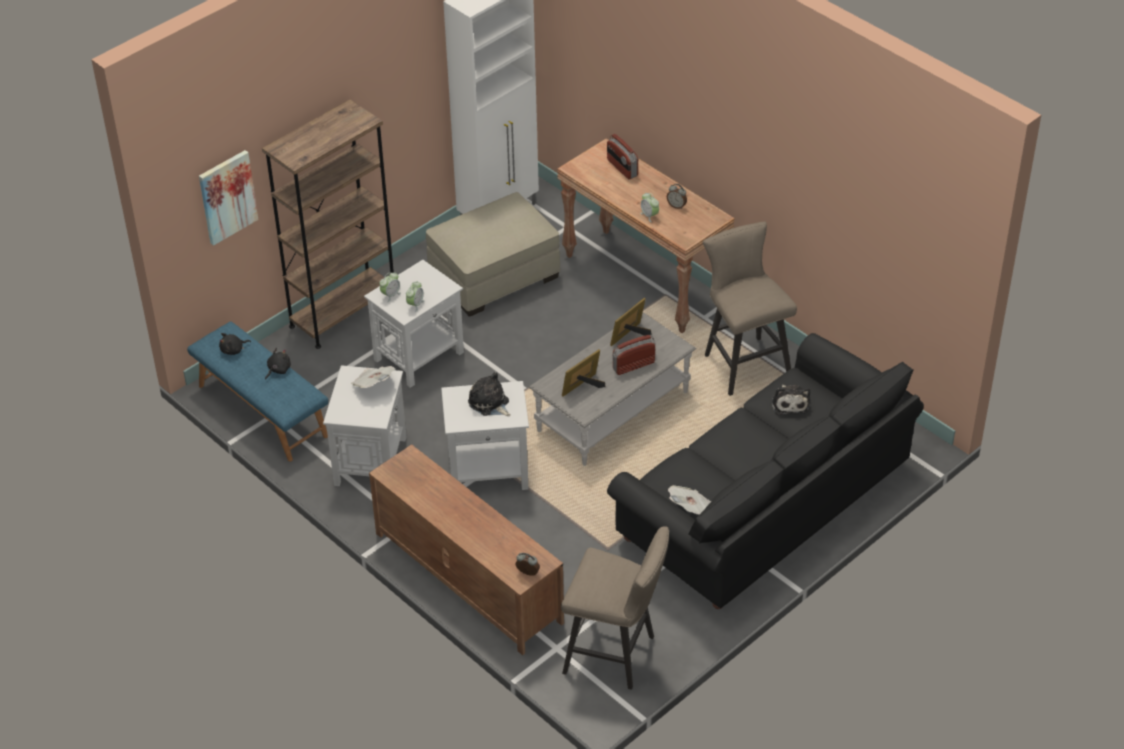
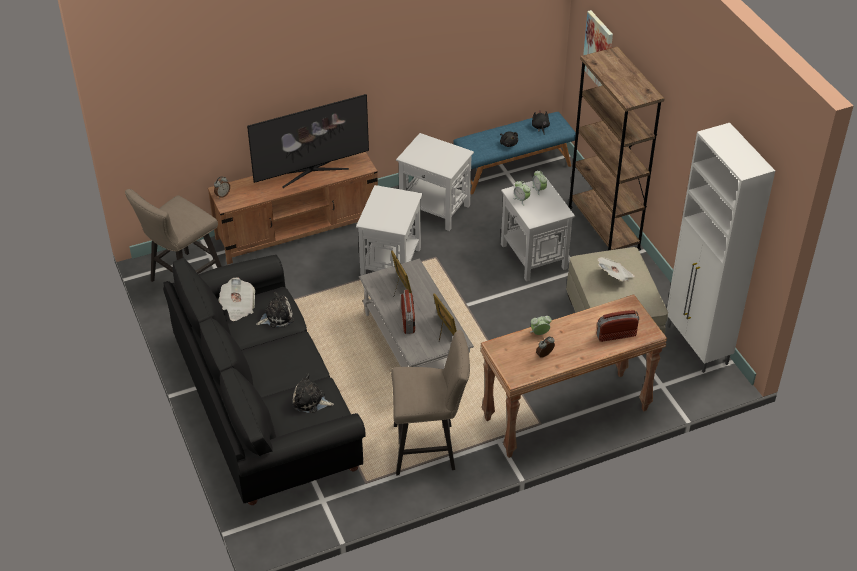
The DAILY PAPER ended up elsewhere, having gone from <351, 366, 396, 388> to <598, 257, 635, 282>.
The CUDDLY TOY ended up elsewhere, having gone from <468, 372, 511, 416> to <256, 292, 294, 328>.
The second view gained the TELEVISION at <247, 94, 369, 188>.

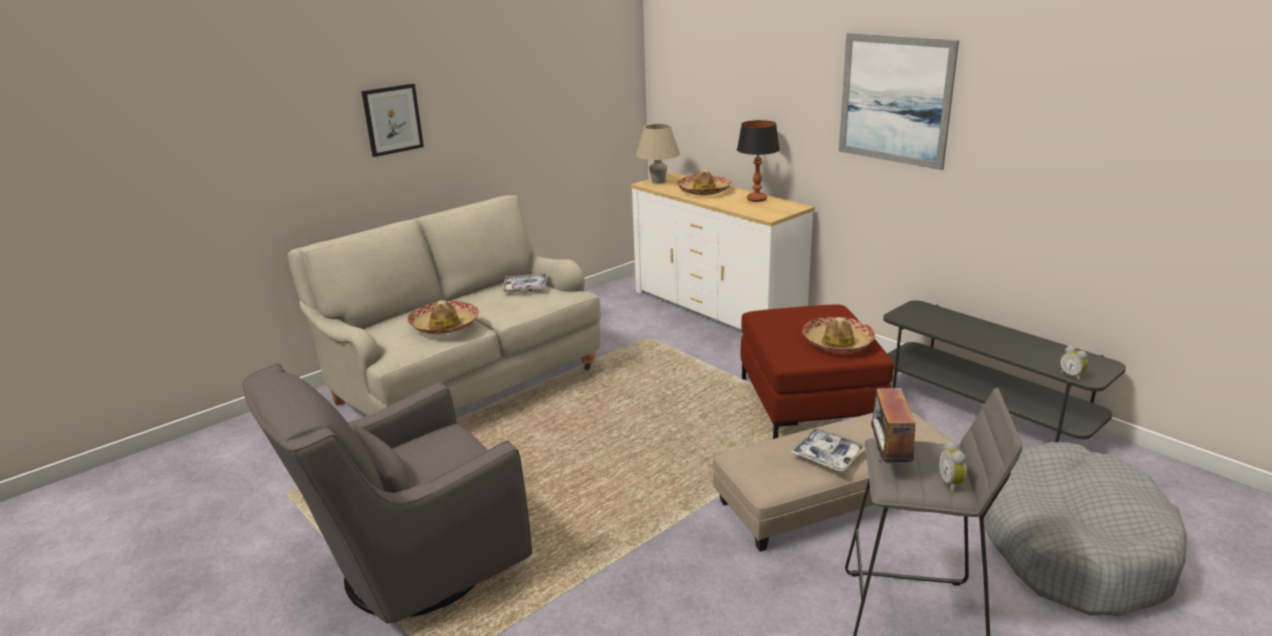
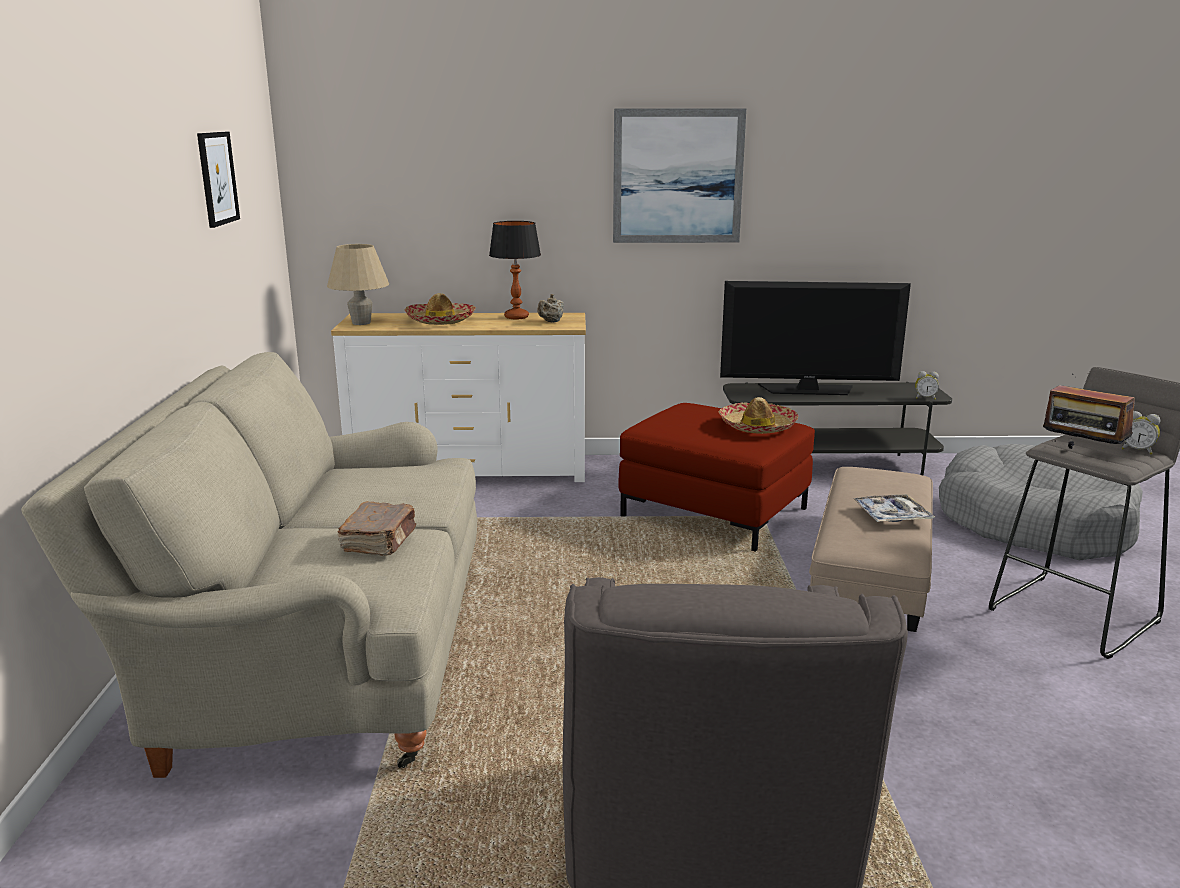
The WALL ART ended up elsewhere, having gone from <361, 84, 424, 157> to <197, 132, 240, 228>.
The second view lost the SERVING TRAY at <501, 274, 548, 292>.
Where the HAT stood at <407, 300, 479, 334>, the BROWN VOLUME came to stand at <338, 501, 416, 556>.
The second view gained the TELEVISION at <720, 281, 911, 395>.
The second view gained the BEIGE-COLOURED TEA POT at <537, 294, 564, 322>.

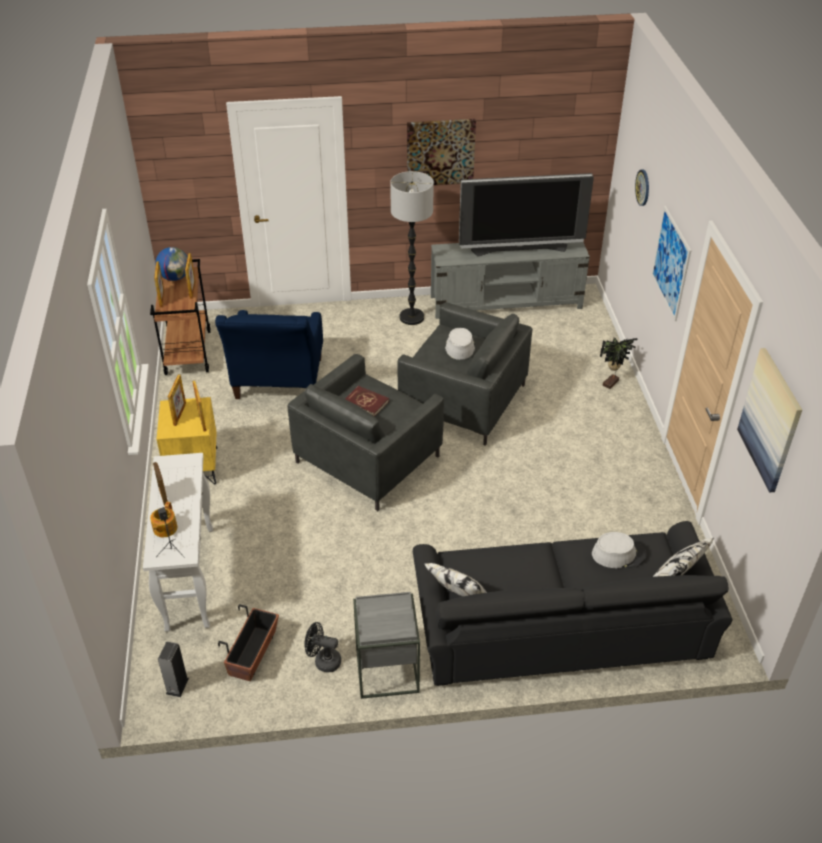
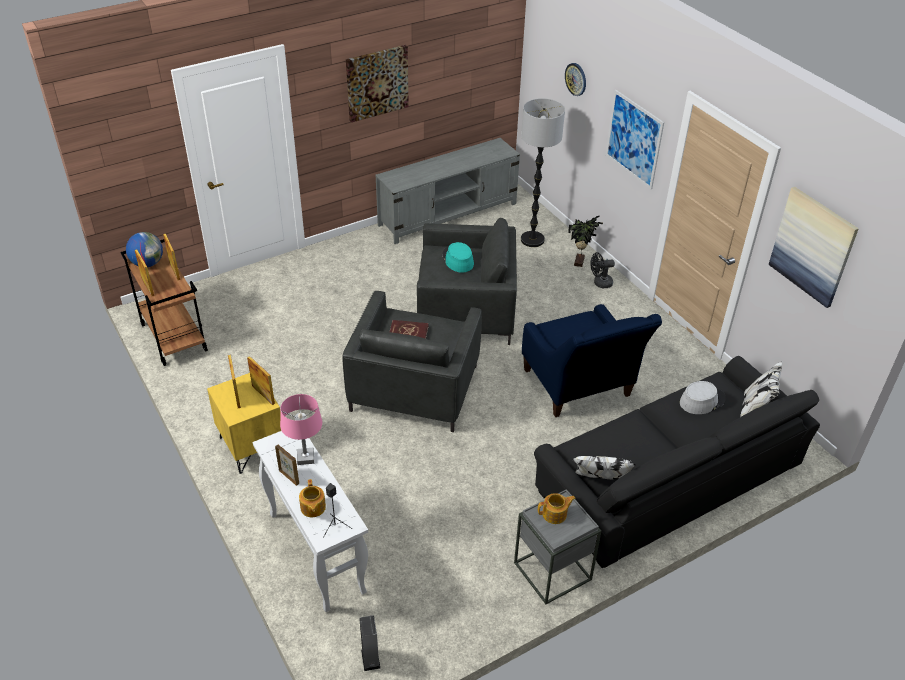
The FLOOR LAMP ended up elsewhere, having gone from <390, 171, 434, 325> to <521, 98, 565, 247>.
The second view lost the TELEVISION at <459, 173, 594, 256>.
The BLUE-COLOURED EASY CHAIR ended up elsewhere, having gone from <215, 310, 323, 399> to <522, 304, 662, 417>.
What was the GREY HAT at <445, 328, 475, 360> turned into the TURQUOISE HAT at <442, 242, 474, 273>.
The second view lost the FLOWER POT at <218, 604, 279, 681>.
The BLACK COOLING FAN ended up elsewhere, having gone from <304, 622, 341, 672> to <590, 252, 615, 288>.
The second view gained the PINK TABLETOP LAMP at <280, 394, 322, 465>.
The second view gained the TEA POT at <538, 493, 576, 524>.

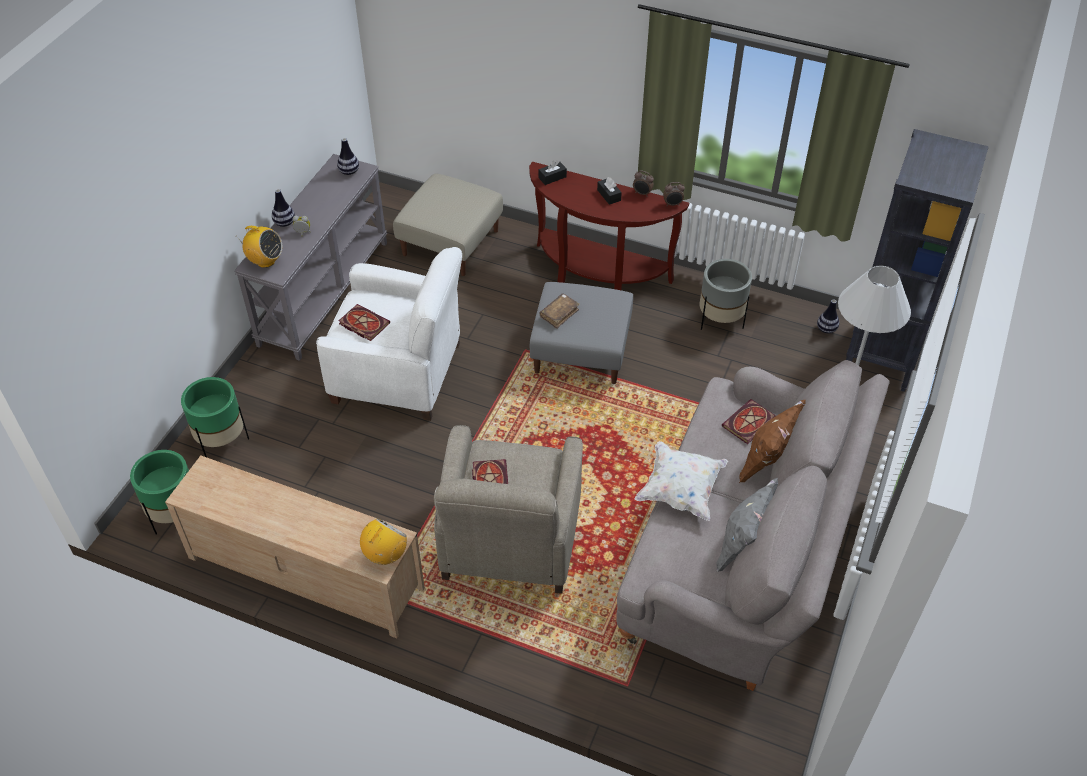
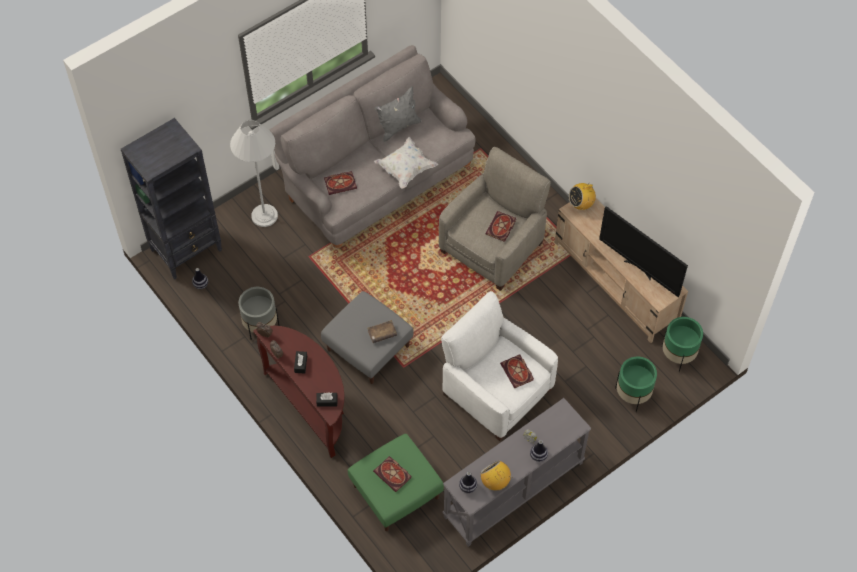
What was the BEIGE-COLOURED OTTOMAN at <393, 174, 503, 276> turned into the GREENISH OTTOMAN at <348, 434, 444, 531>.
The RADIO SET ended up elsewhere, having gone from <236, 226, 282, 268> to <481, 460, 511, 491>.
The second view lost the BROWN PILLOW at <739, 399, 806, 483>.
The second view gained the TELEVISION at <599, 206, 688, 297>.
The second view gained the VOLUME at <373, 456, 412, 492>.

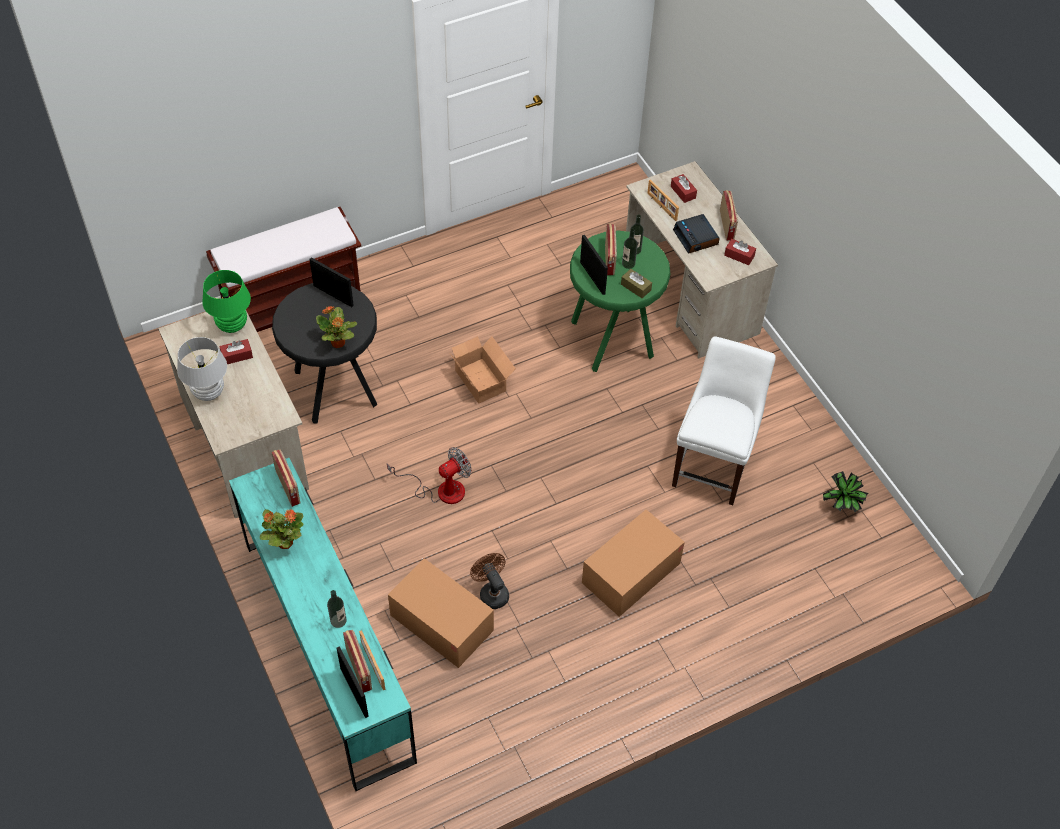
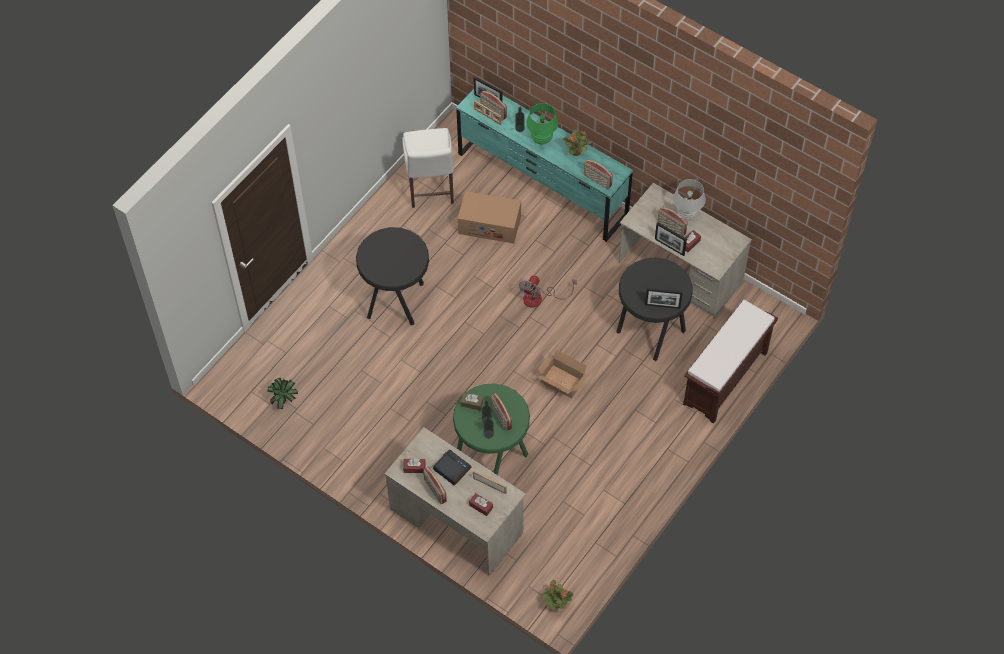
The STANDING FRAME ended up elsewhere, having gone from <580, 235, 608, 295> to <655, 222, 687, 256>.
The GREENISH TABLETOP LAMP ended up elsewhere, having gone from <202, 270, 251, 333> to <526, 103, 558, 144>.
The HOUSEPLANT ended up elsewhere, having gone from <316, 306, 357, 348> to <542, 580, 574, 610>.
The WHITE CHAIR ended up elsewhere, having gone from <672, 336, 776, 505> to <403, 128, 454, 208>.
Where the CARTON stood at <582, 509, 685, 617>, the BLACK STOOL SEAT came to stand at <356, 227, 429, 325>.
The second view lost the BROWN COOLING FAN at <470, 553, 509, 609>.
The second view gained the RADIO SET at <658, 206, 688, 236>.

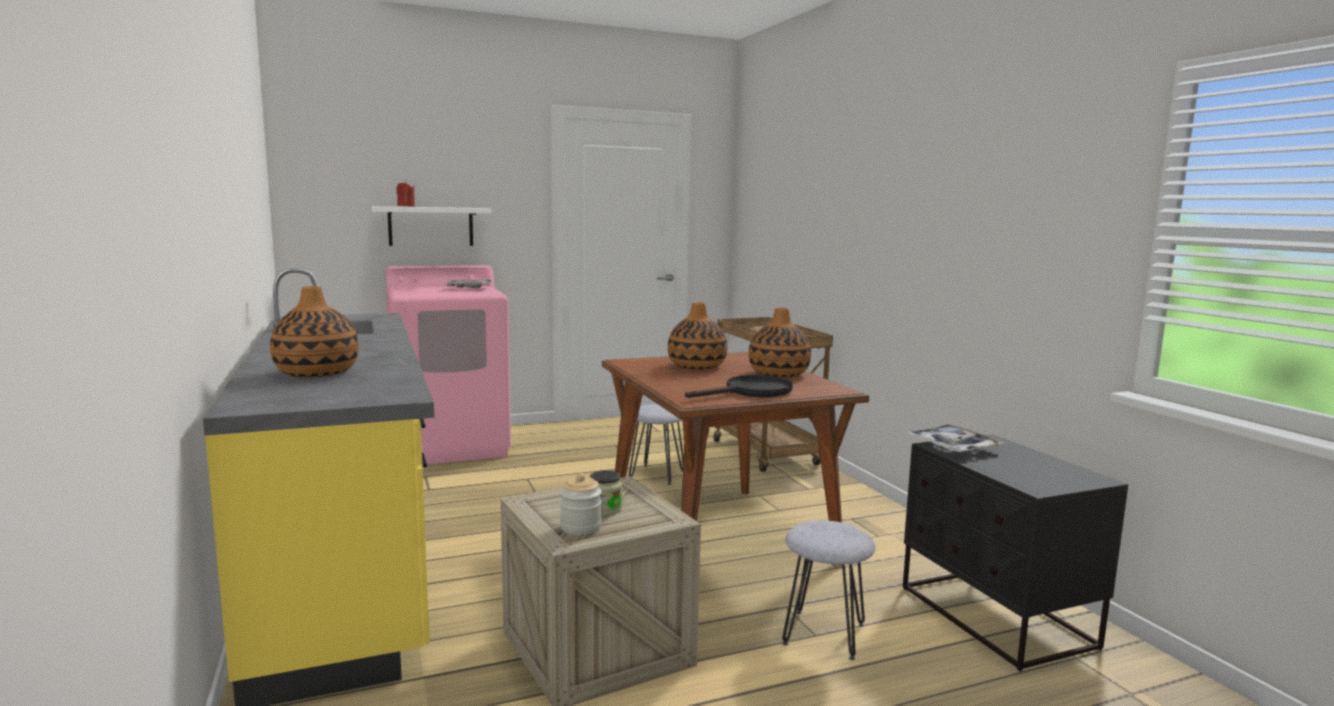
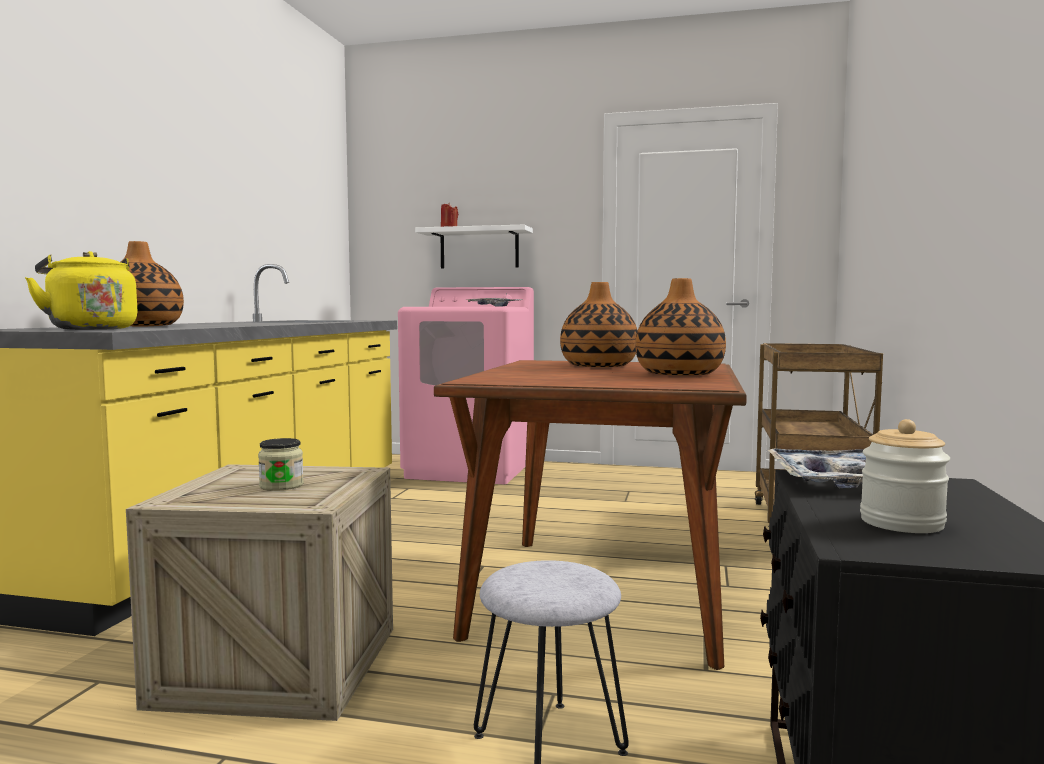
The second view lost the BLACK SKILLET at <685, 375, 793, 398>.
The second view lost the GREY STOOL SEAT at <629, 404, 684, 485>.
The STORAGE JAR ended up elsewhere, having gone from <560, 473, 602, 535> to <860, 419, 950, 533>.
The second view gained the YELLOW KETTLE at <25, 251, 138, 330>.

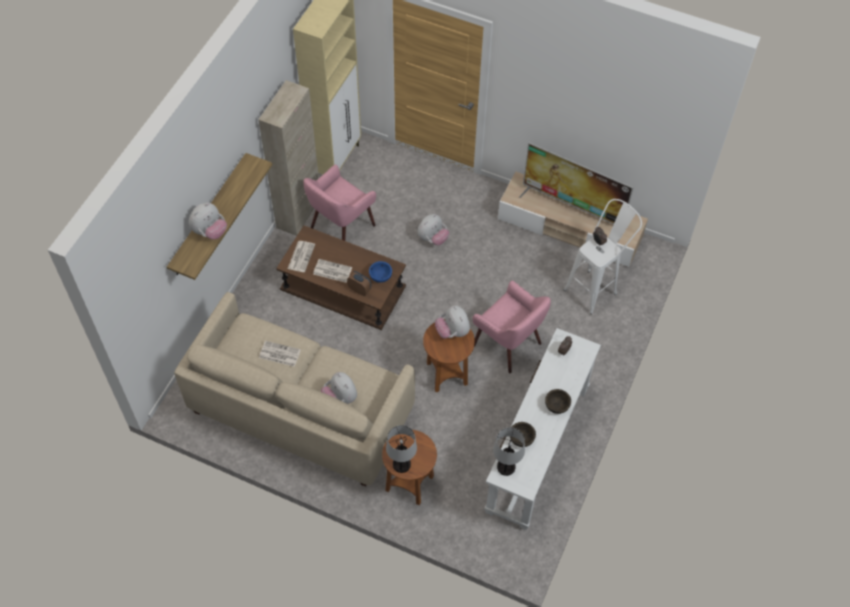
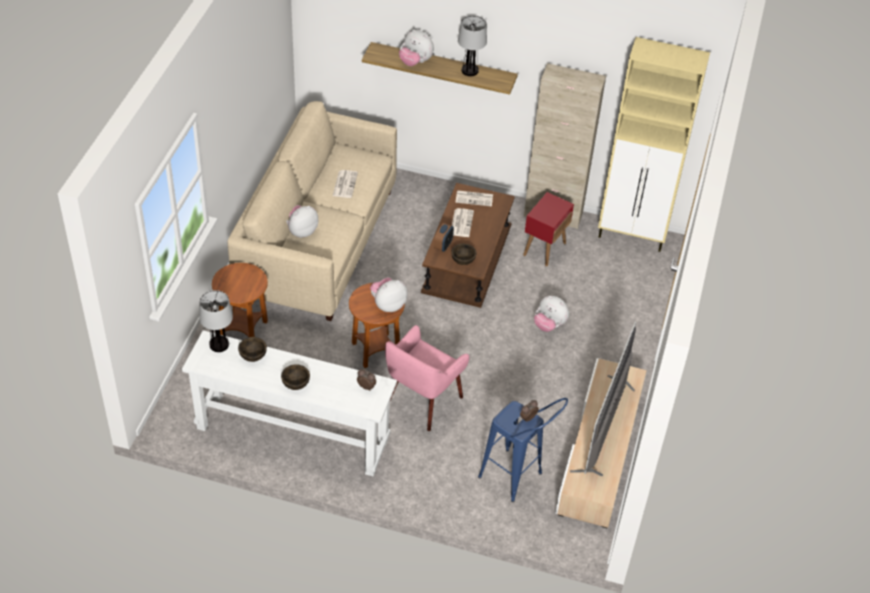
Where the PINK EASY CHAIR stood at <303, 164, 376, 241>, the RED-COLOURED SIDE TABLE came to stand at <523, 192, 574, 267>.
What was the WHITE STOOL SEAT at <564, 199, 642, 314> turned into the BLUE-COLOURED STOOL SEAT at <478, 398, 568, 502>.
What was the BLUE-COLOURED SERVING BOWL at <369, 261, 392, 283> turned into the BROWN SERVING BOWL at <451, 244, 477, 265>.
The TABLETOP LAMP ended up elsewhere, having gone from <386, 425, 417, 473> to <458, 16, 487, 76>.

